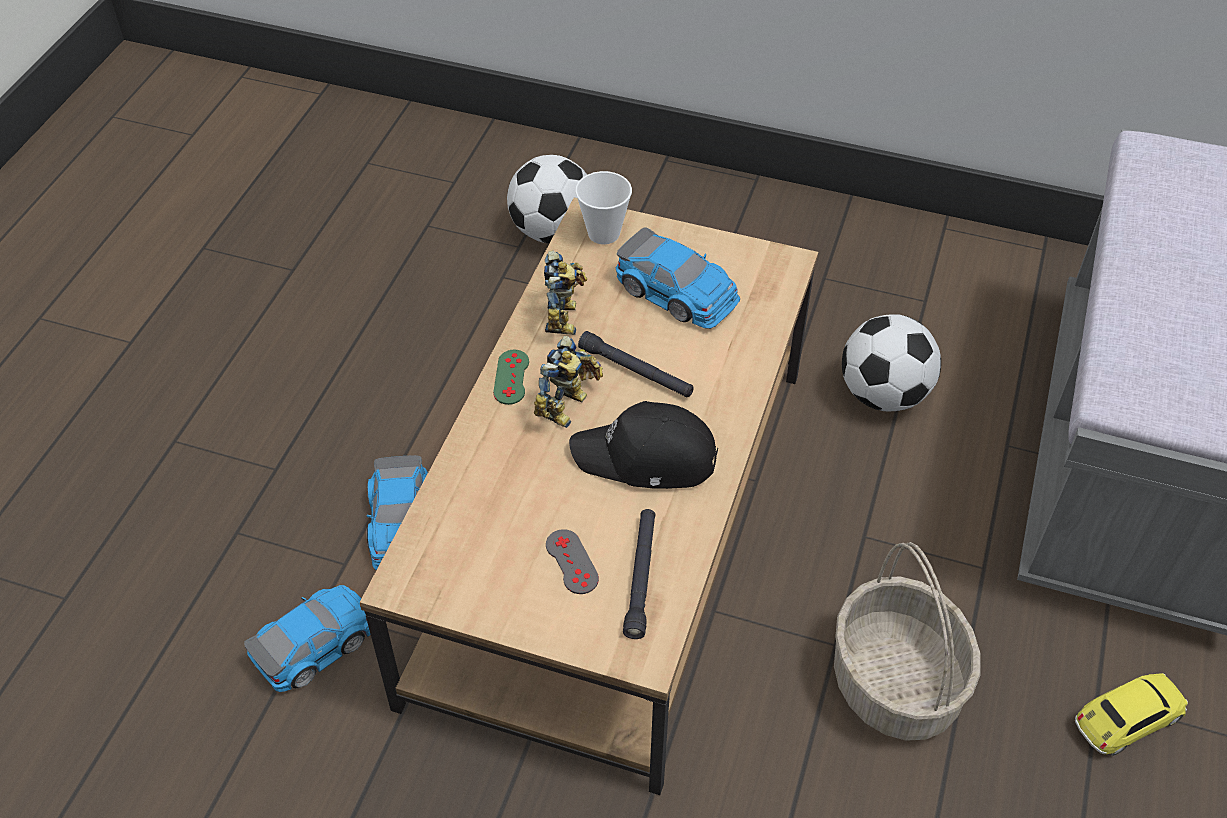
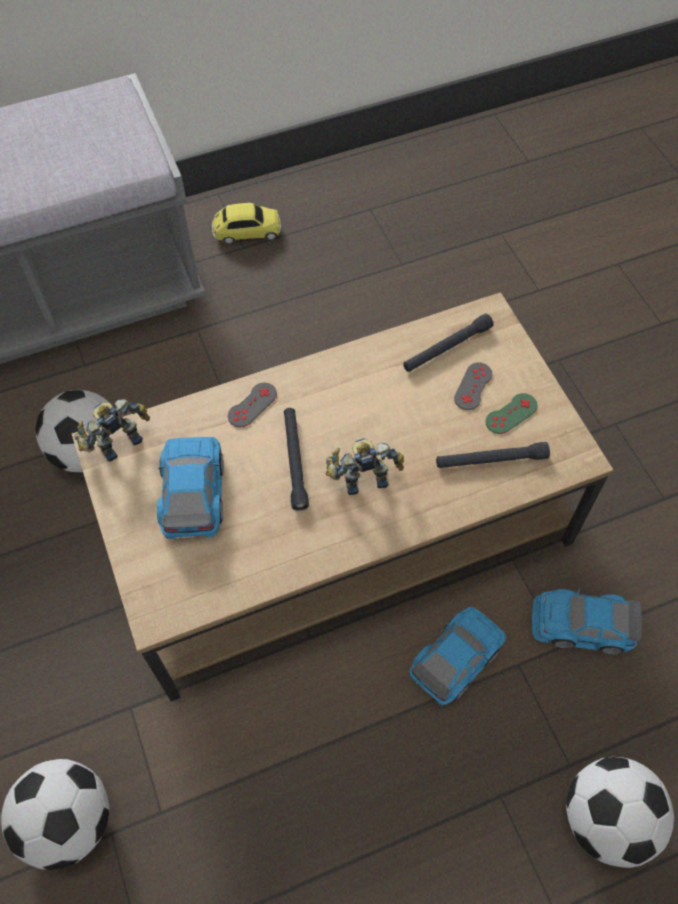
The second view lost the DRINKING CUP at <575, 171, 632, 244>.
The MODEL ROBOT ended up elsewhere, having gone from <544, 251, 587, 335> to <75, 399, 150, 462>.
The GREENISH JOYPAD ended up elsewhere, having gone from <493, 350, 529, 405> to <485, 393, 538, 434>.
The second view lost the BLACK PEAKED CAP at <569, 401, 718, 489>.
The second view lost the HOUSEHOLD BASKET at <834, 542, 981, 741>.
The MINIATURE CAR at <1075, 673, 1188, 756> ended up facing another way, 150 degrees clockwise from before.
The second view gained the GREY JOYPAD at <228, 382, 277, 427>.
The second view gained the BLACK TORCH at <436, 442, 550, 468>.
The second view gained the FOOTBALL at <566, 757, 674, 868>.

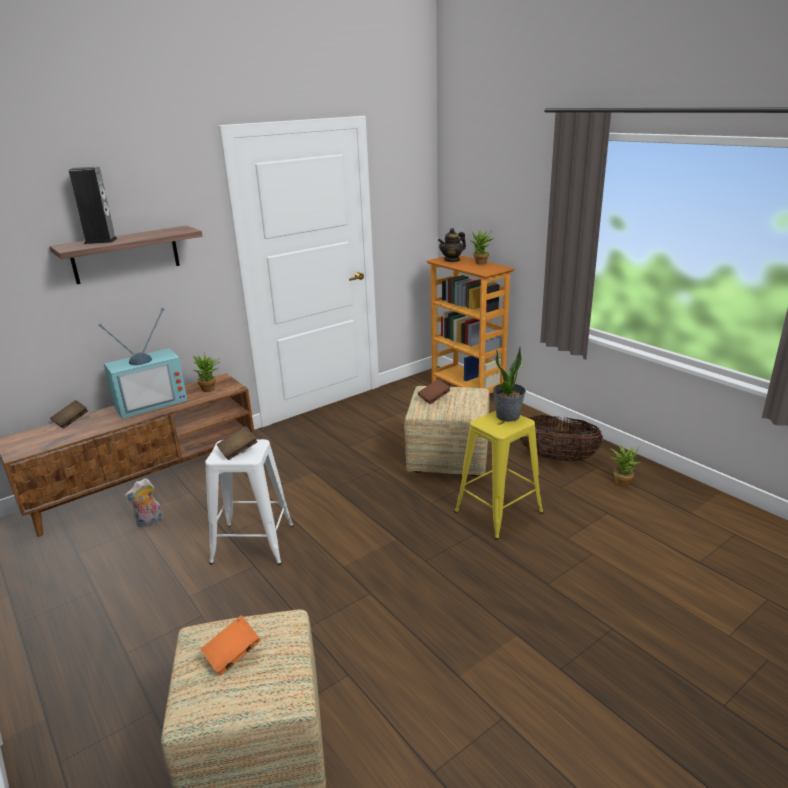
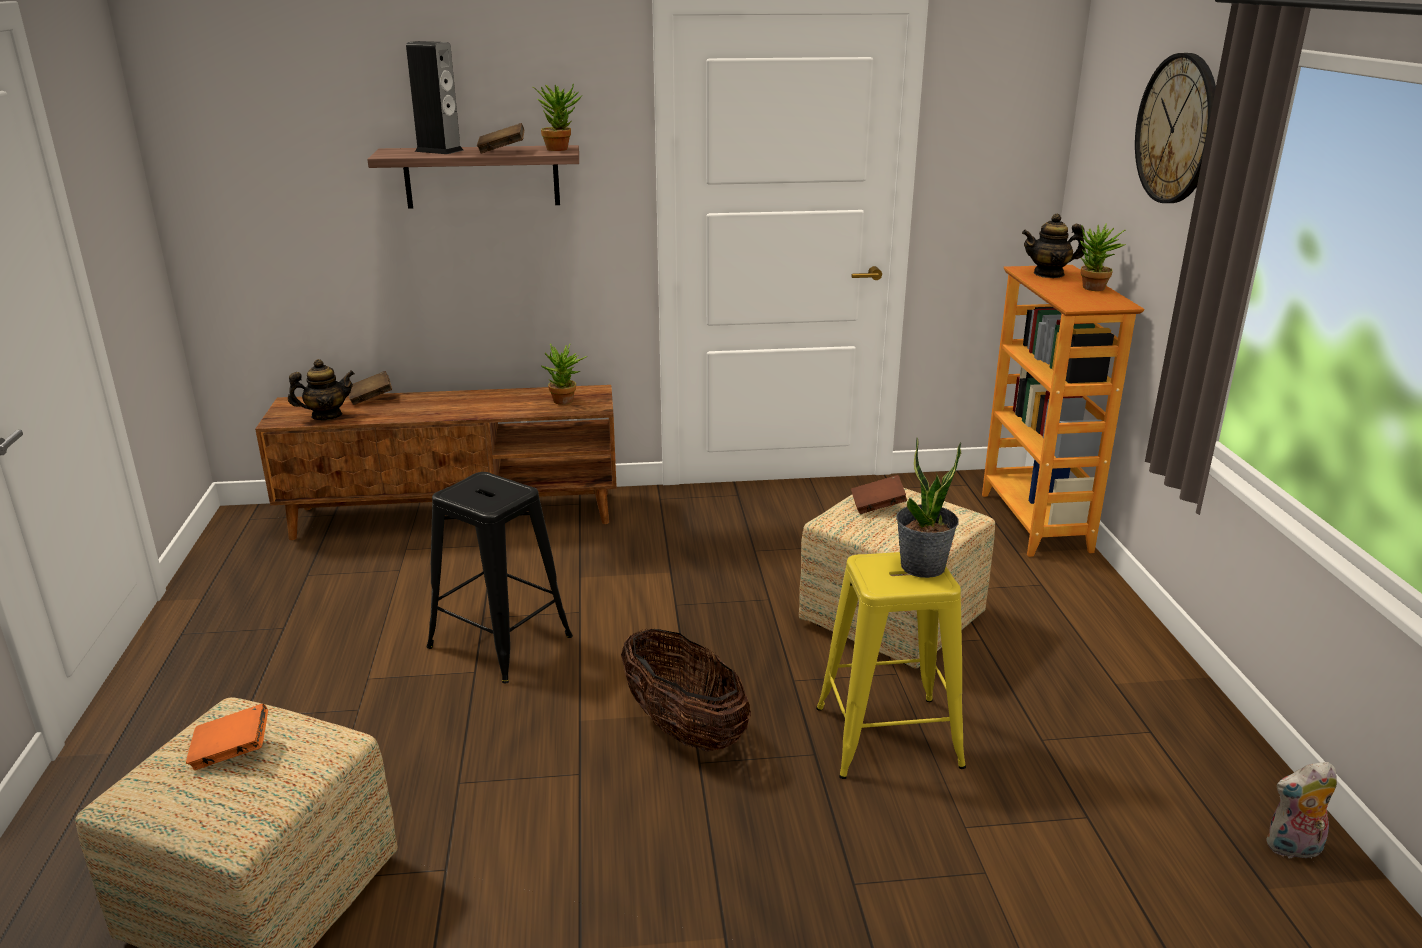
The second view lost the TELEVISION at <98, 308, 188, 419>.
The HOUSEHOLD BASKET ended up elsewhere, having gone from <520, 415, 603, 461> to <621, 628, 751, 752>.
The BROWN VOLUME ended up elsewhere, having gone from <216, 426, 258, 460> to <477, 123, 524, 154>.
What was the WHITE STOOL SEAT at <205, 439, 294, 565> turned into the BLACK STOOL SEAT at <426, 472, 573, 683>.
The HOUSEPLANT ended up elsewhere, having gone from <610, 445, 641, 487> to <533, 84, 582, 151>.
The CUDDLY TOY ended up elsewhere, having gone from <124, 478, 163, 528> to <1266, 762, 1337, 858>.
The second view gained the HANGING CLOCK at <1135, 53, 1216, 203>.
The second view gained the TEA POT at <288, 359, 355, 420>.

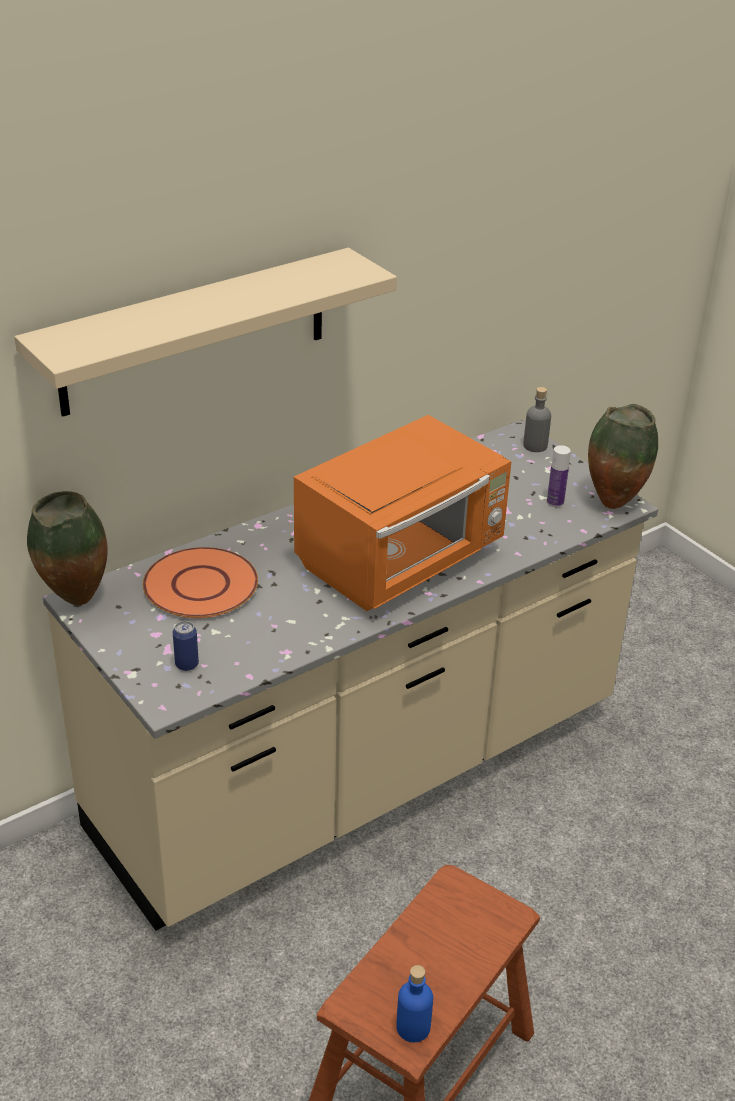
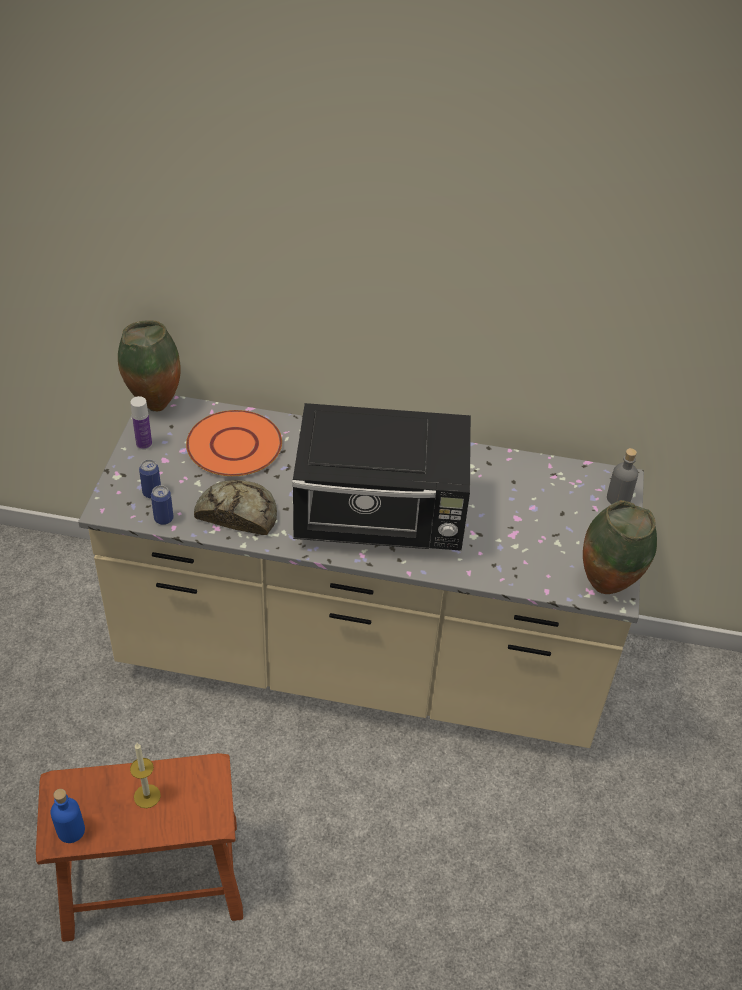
The second view lost the BEIGE-COLOURED SHELF at <14, 248, 397, 416>.
What was the ORANGE-COLOURED MICROWAVE OVEN at <294, 415, 512, 611> turned into the BLACK MICROWAVE OVEN at <292, 403, 471, 550>.
The BEVERAGE BOTTLE ended up elsewhere, having gone from <547, 445, 571, 507> to <131, 396, 152, 450>.
The second view gained the BAKED BREAD at <194, 480, 277, 535>.
The second view gained the CAN at <151, 485, 174, 525>.
The second view gained the CANDLE at <130, 743, 161, 808>.

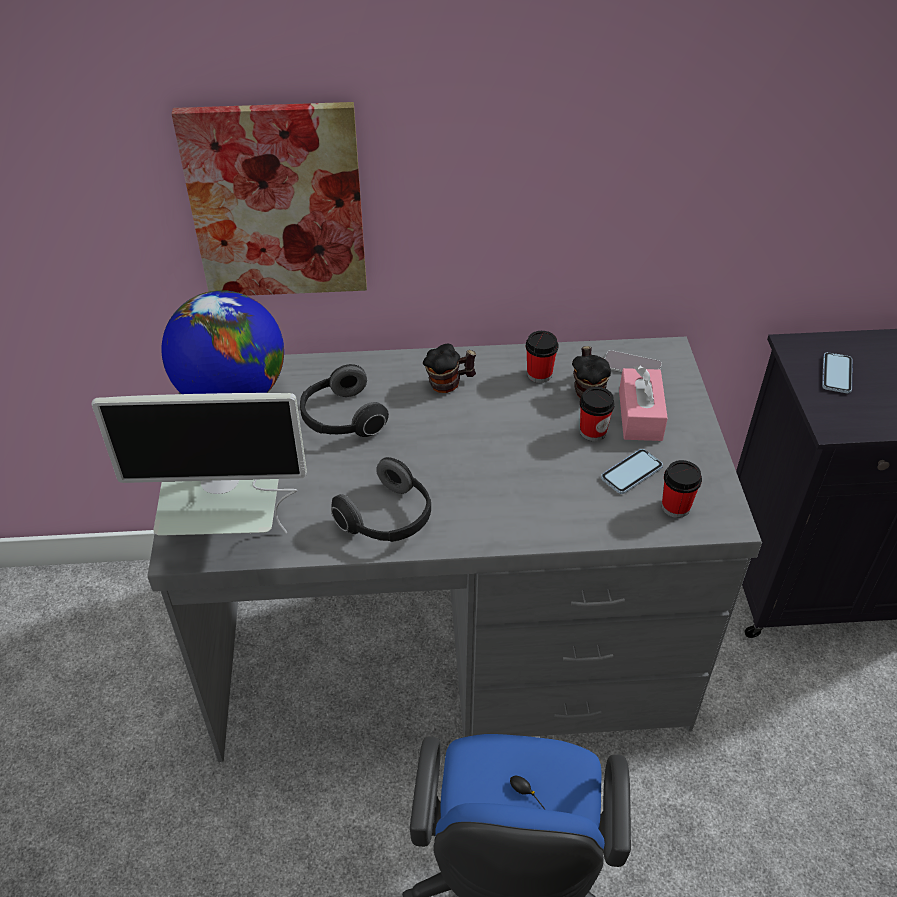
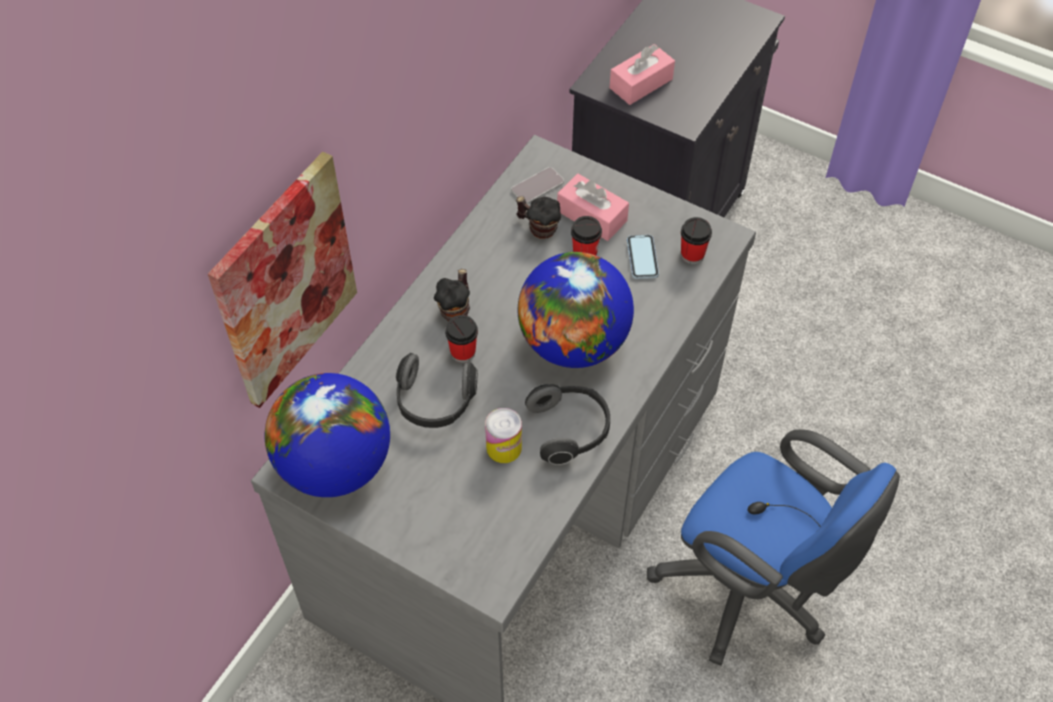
The DRINKING CUP ended up elsewhere, having gone from <526, 331, 558, 383> to <445, 315, 478, 363>.
Where the HANDSET stood at <822, 352, 853, 393>, the PINK TISSUE HOLDER came to stand at <610, 44, 675, 105>.
The second view lost the COMPUTER DISPLAY at <92, 393, 307, 536>.
The second view gained the GLOBE at <518, 252, 634, 368>.
The second view gained the CAN at <485, 408, 522, 463>.

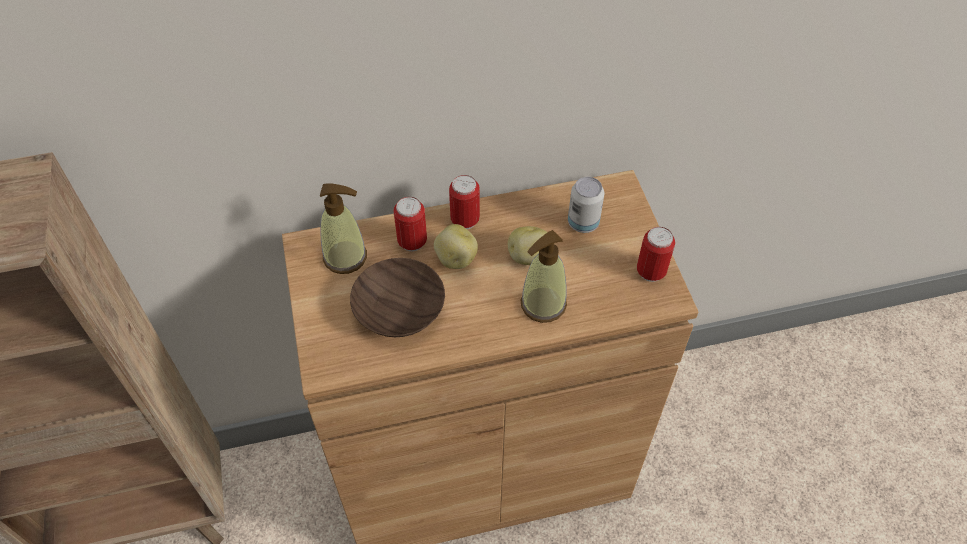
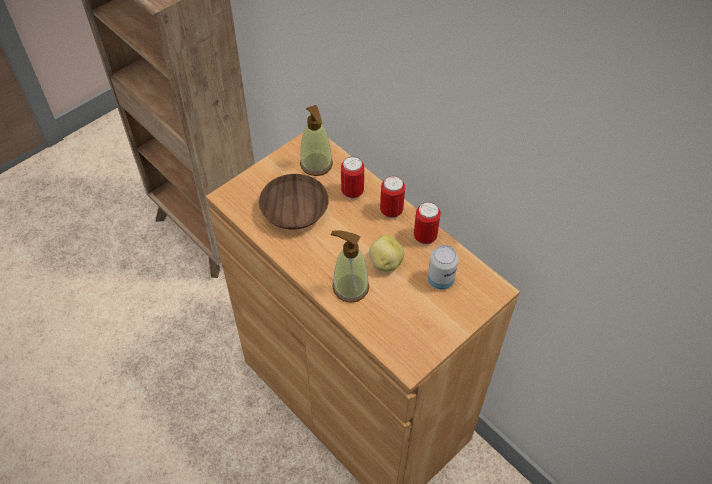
The second view lost the SPUD at <434, 224, 478, 269>.
The CAN ended up elsewhere, having gone from <637, 227, 675, 282> to <414, 202, 441, 245>.

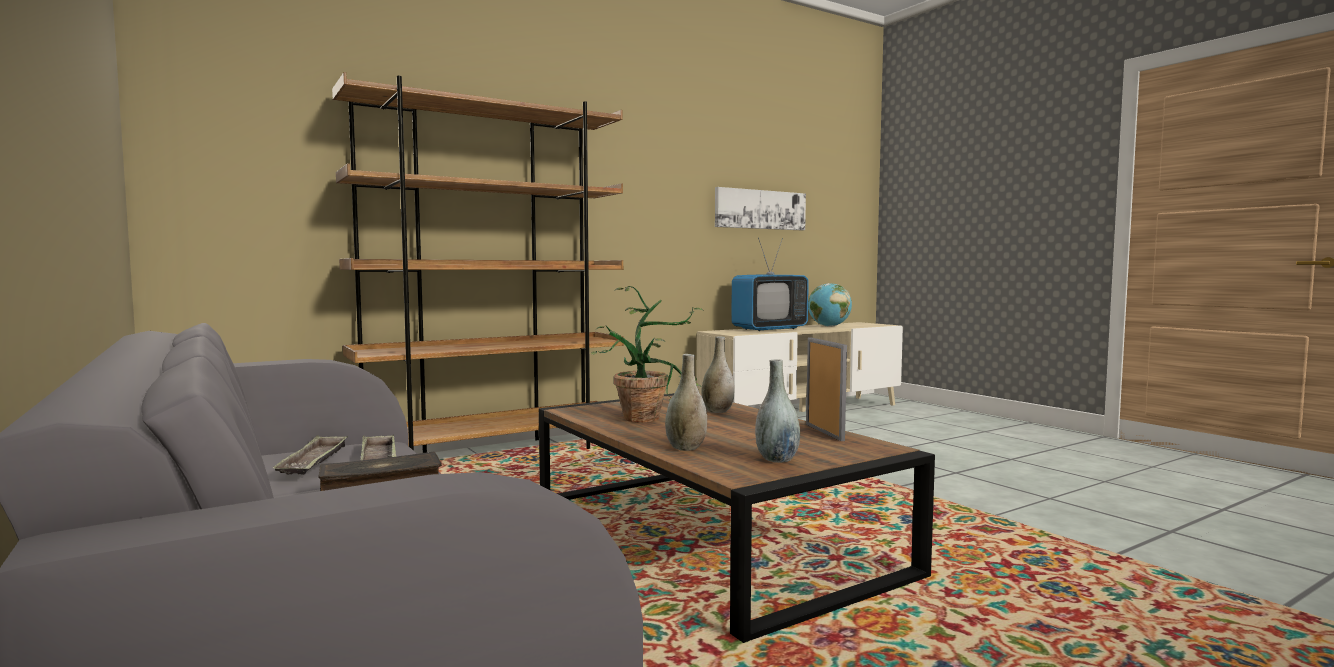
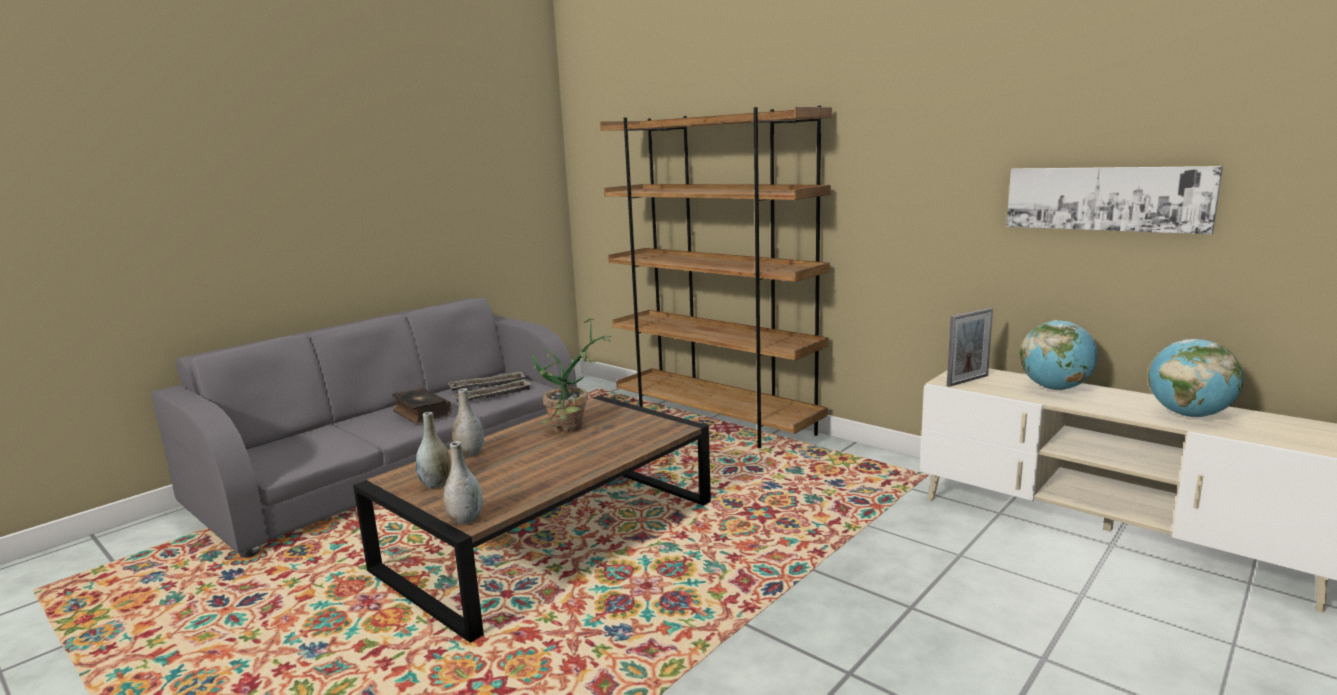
Where the TELEVISION stood at <731, 238, 809, 331>, the GLOBE came to stand at <1020, 320, 1098, 390>.
The GREY DECORATIVE VASE ended up elsewhere, having gone from <701, 336, 735, 413> to <443, 441, 483, 525>.
The STANDING FRAME ended up elsewhere, having gone from <806, 338, 847, 441> to <947, 308, 993, 387>.

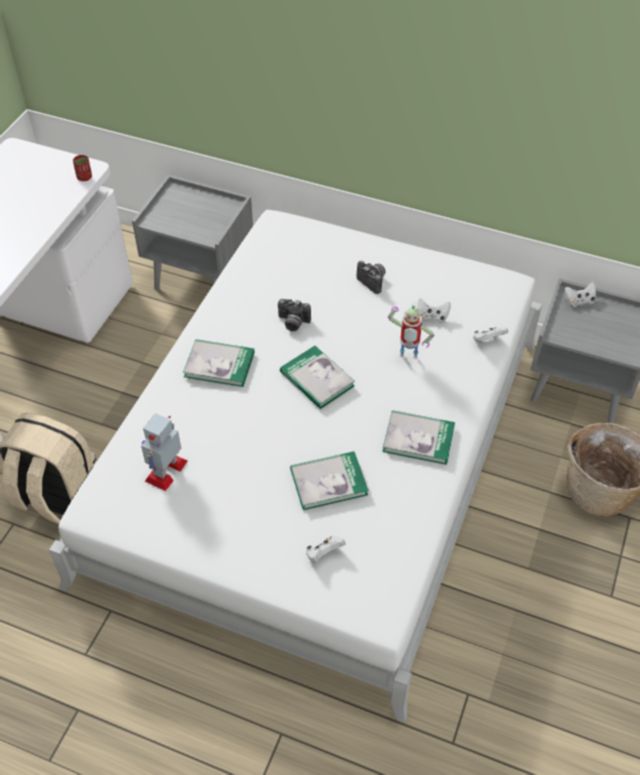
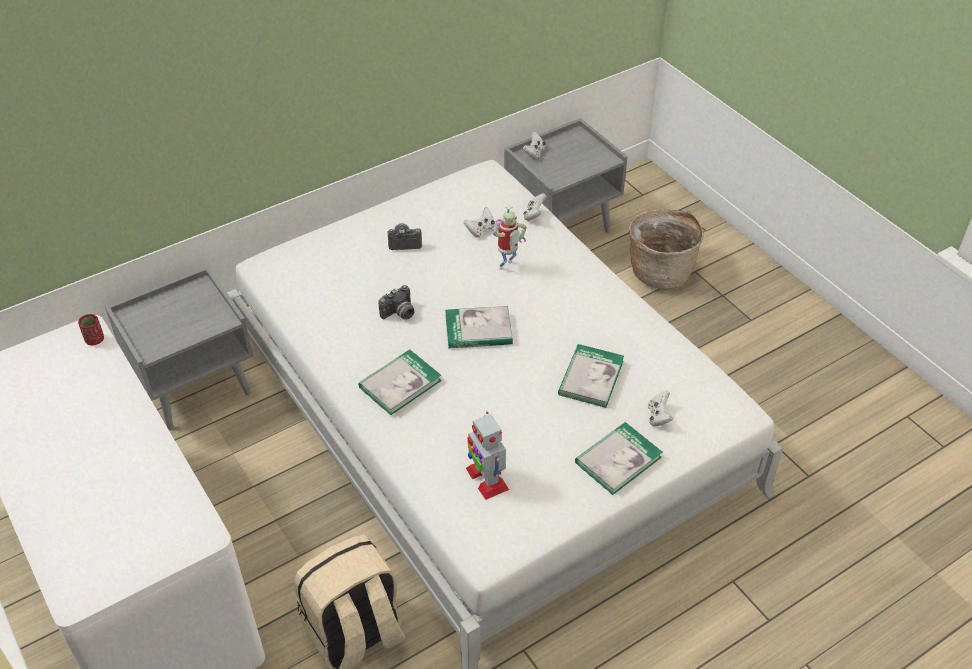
The VOLUME ended up elsewhere, having gone from <382, 410, 455, 465> to <575, 422, 662, 495>.

